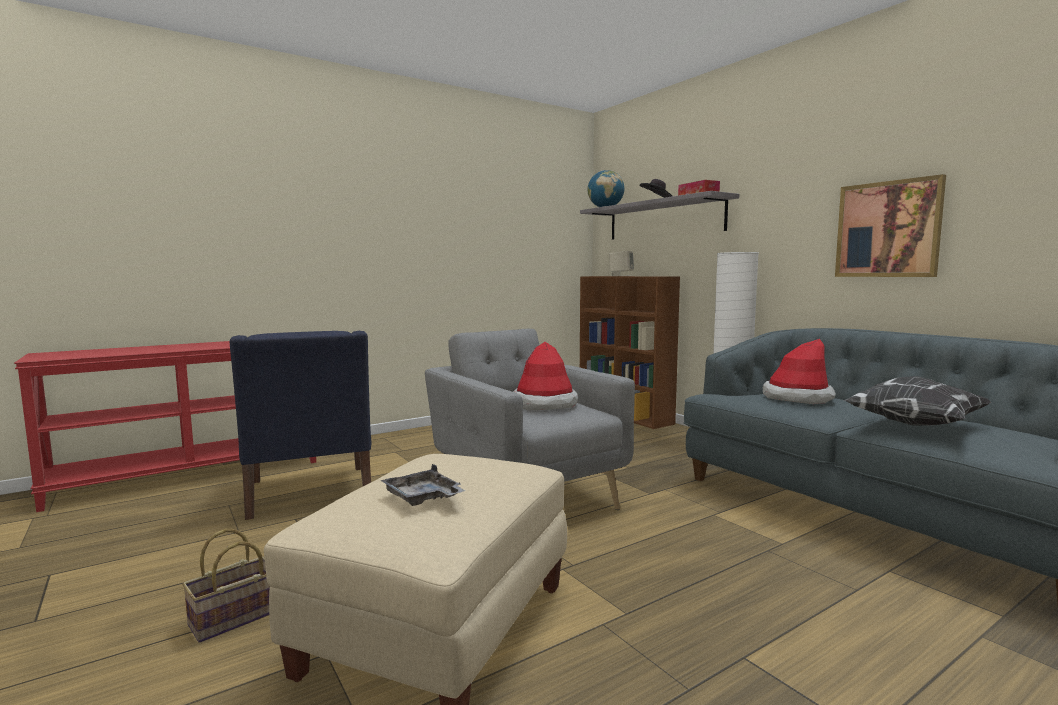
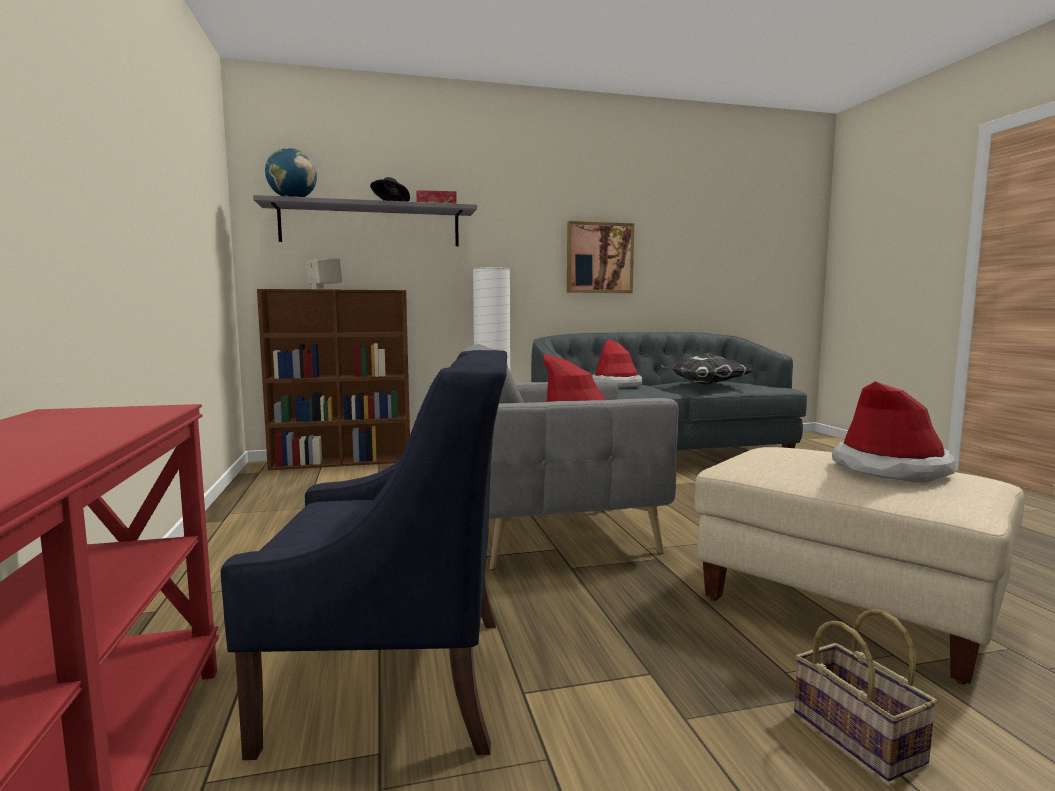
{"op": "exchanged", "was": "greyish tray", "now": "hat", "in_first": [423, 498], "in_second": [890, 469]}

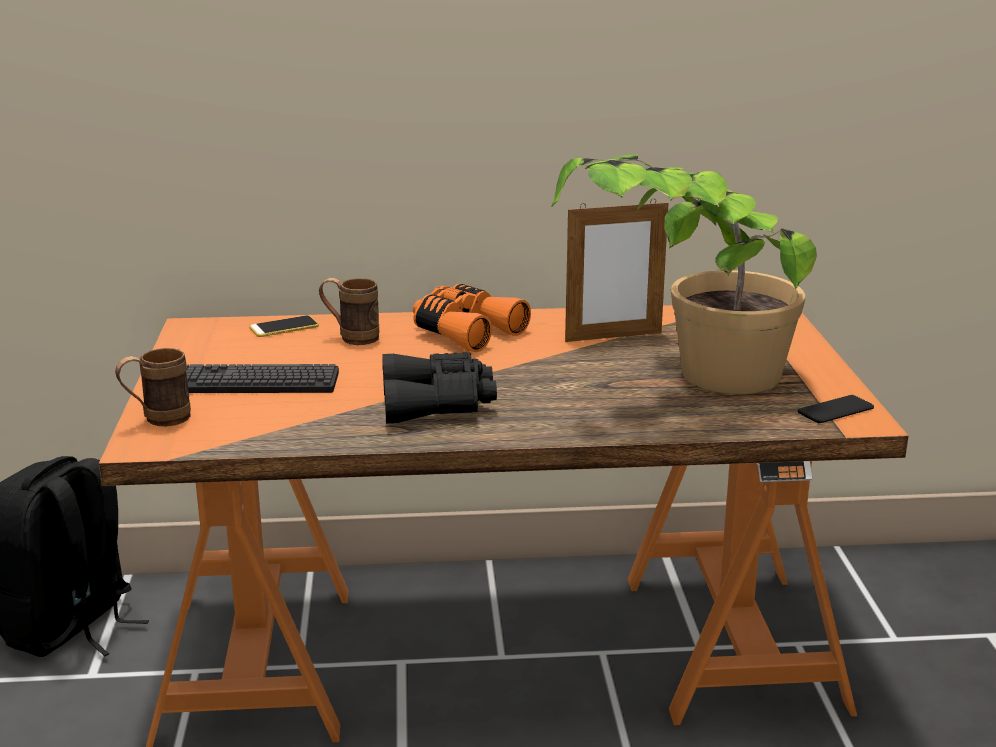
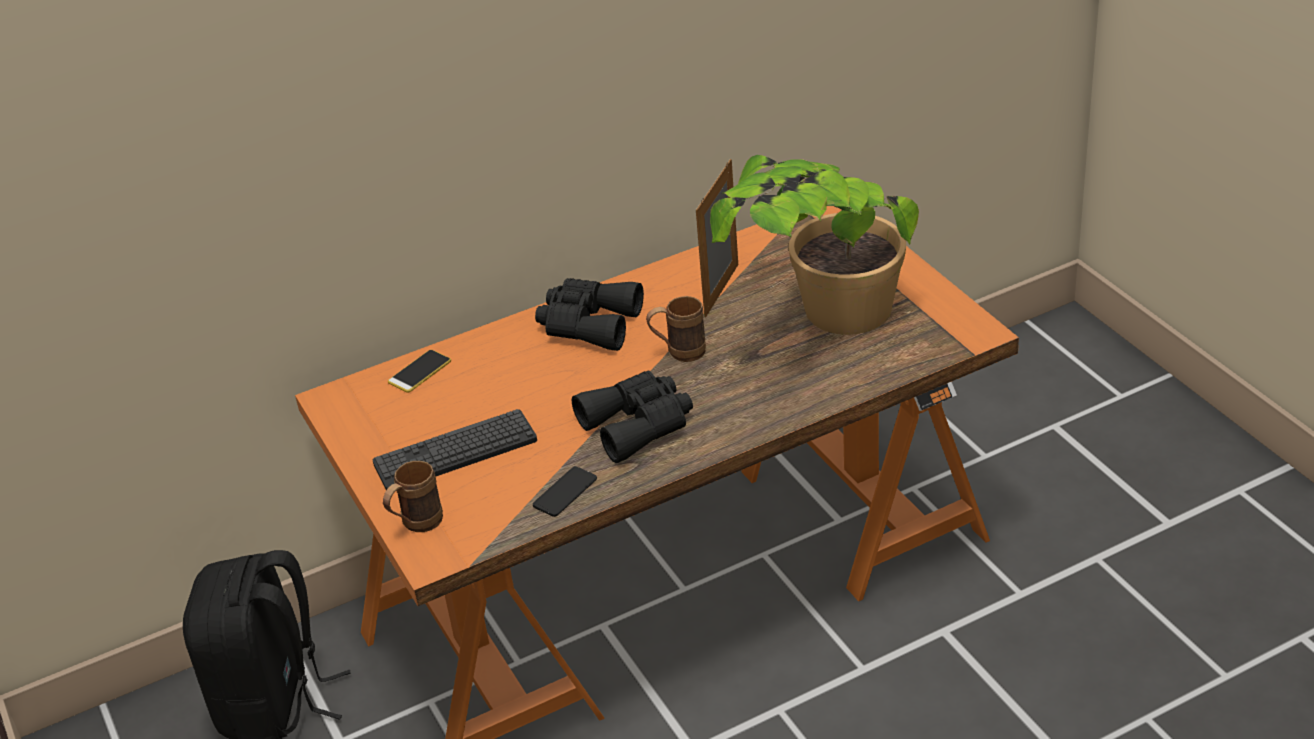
{"op": "relocated", "was": "brown-coloured mug", "in_first": [351, 337], "in_second": [678, 353]}
{"op": "colour", "was": "orange binoculars", "now": "black-coloured binoculars", "in_first": [465, 332], "in_second": [589, 325]}
{"op": "spun", "was": "picture frame", "in_first": [613, 337], "in_second": [721, 290], "clockwise": 150}
{"op": "relocated", "was": "handset", "in_first": [835, 410], "in_second": [565, 492]}

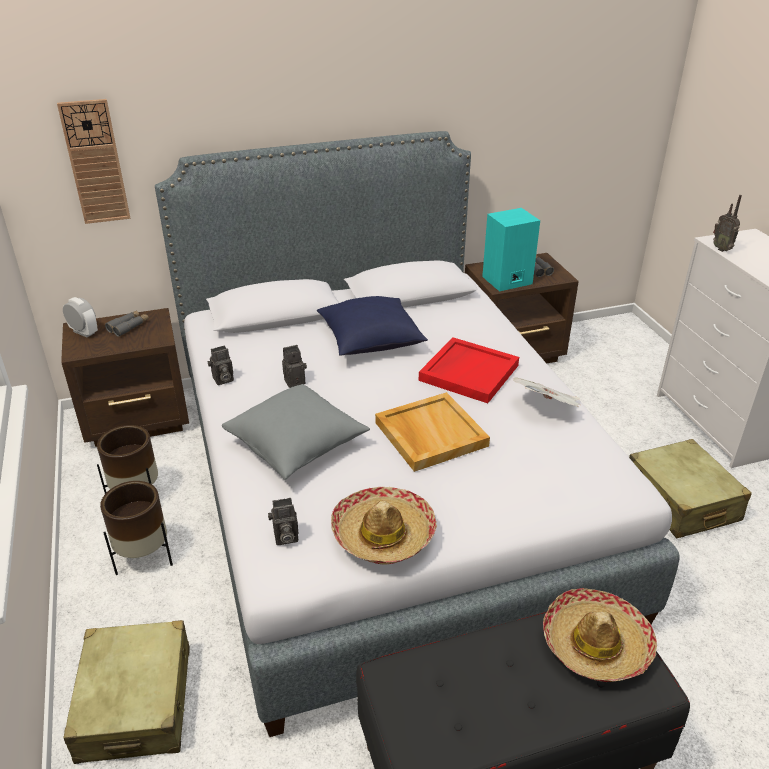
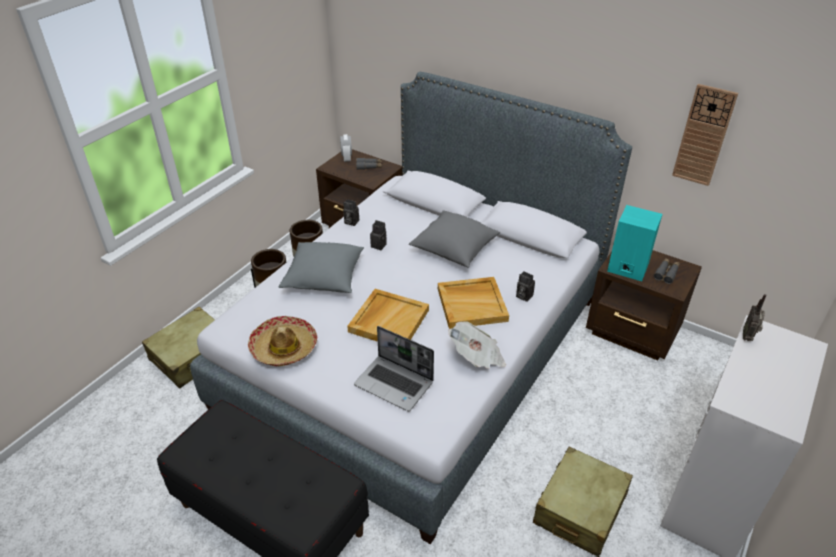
{"op": "relocated", "was": "hanging clock", "in_first": [95, 162], "in_second": [703, 136]}
{"op": "relocated", "was": "photo camera", "in_first": [284, 537], "in_second": [523, 296]}
{"op": "colour", "was": "blue throw pillow", "now": "greyish throw pillow", "in_first": [371, 342], "in_second": [454, 249]}
{"op": "colour", "was": "red tray", "now": "sand-coloured tray", "in_first": [468, 372], "in_second": [472, 304]}
{"op": "missing", "was": "hat", "in_first": [596, 644]}
{"op": "appeared", "now": "laptop", "in_second": [395, 384]}

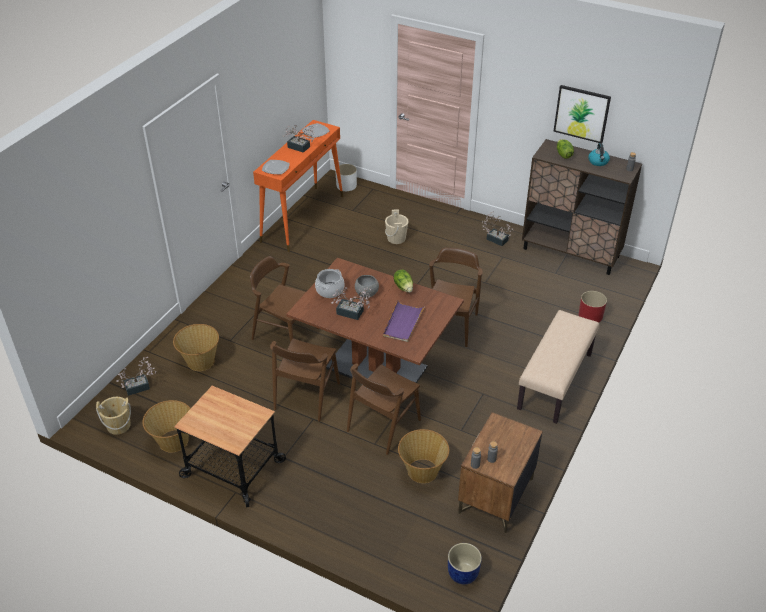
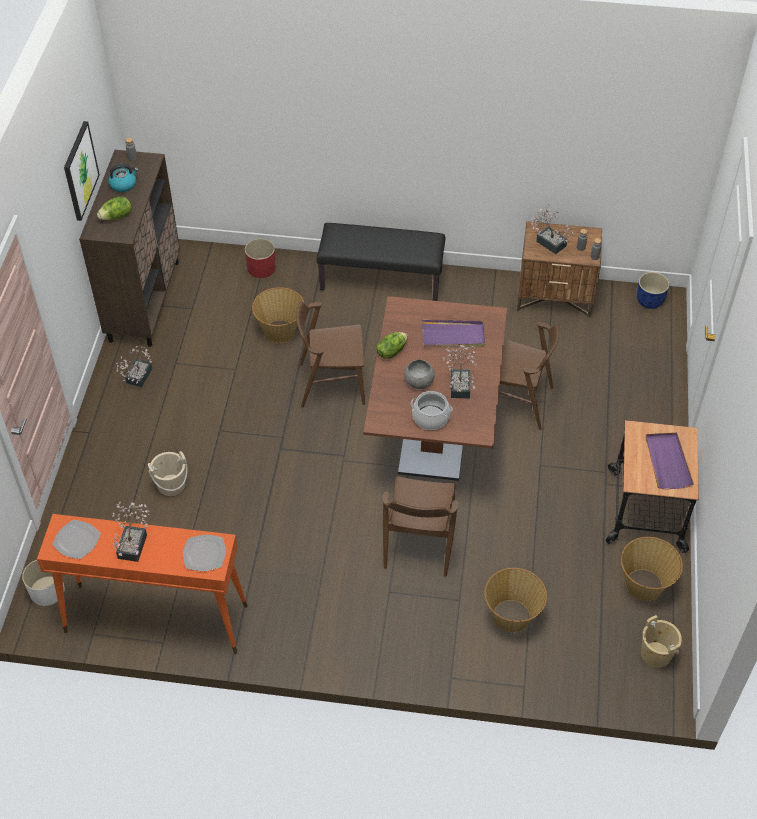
{"op": "relocated", "was": "houseplant", "in_first": [140, 386], "in_second": [548, 241]}
{"op": "missing", "was": "brown-coloured chair", "in_first": [306, 396]}
{"op": "relocated", "was": "basket", "in_first": [422, 471], "in_second": [280, 331]}
{"op": "colour", "was": "sand-coloured bench", "now": "black-coloured bench", "in_first": [555, 382], "in_second": [381, 279]}
{"op": "appeared", "now": "purplish tray", "in_second": [667, 462]}

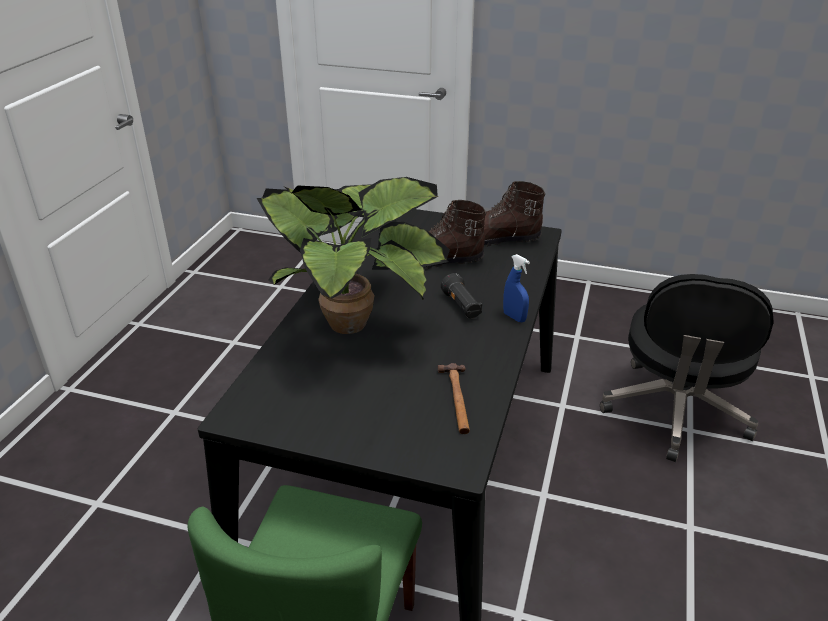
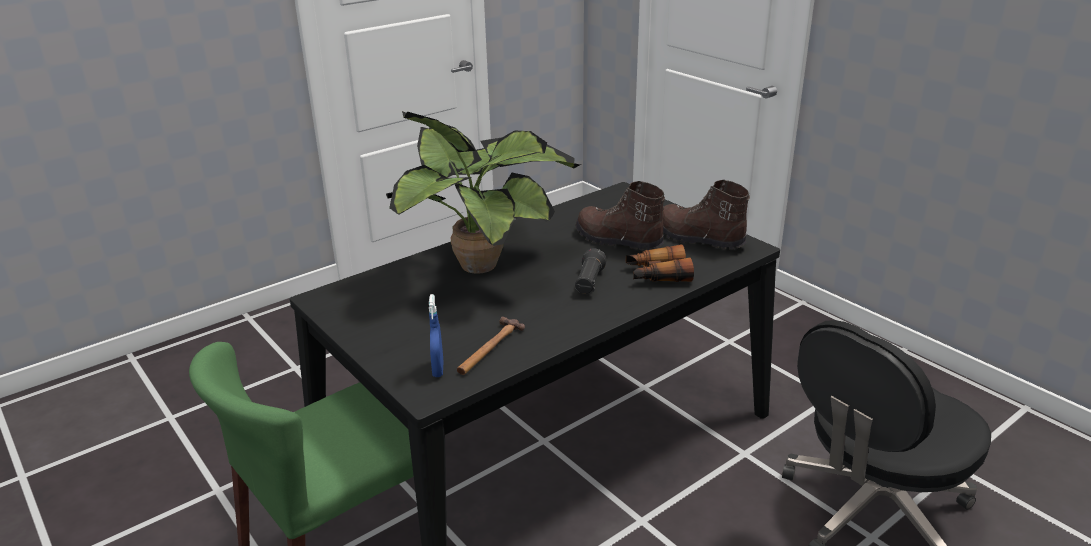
{"op": "relocated", "was": "blue spray bottle", "in_first": [514, 317], "in_second": [438, 369]}
{"op": "appeared", "now": "binoculars", "in_second": [657, 275]}

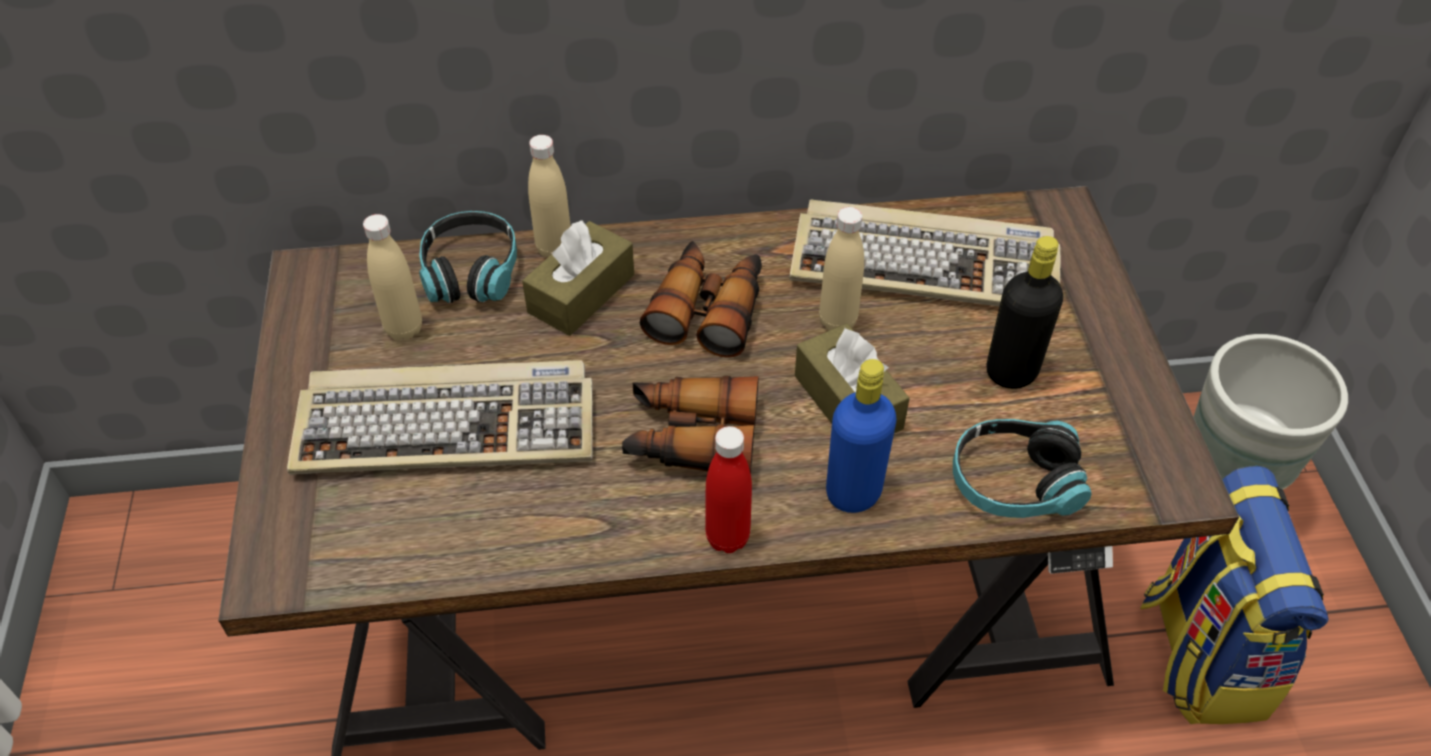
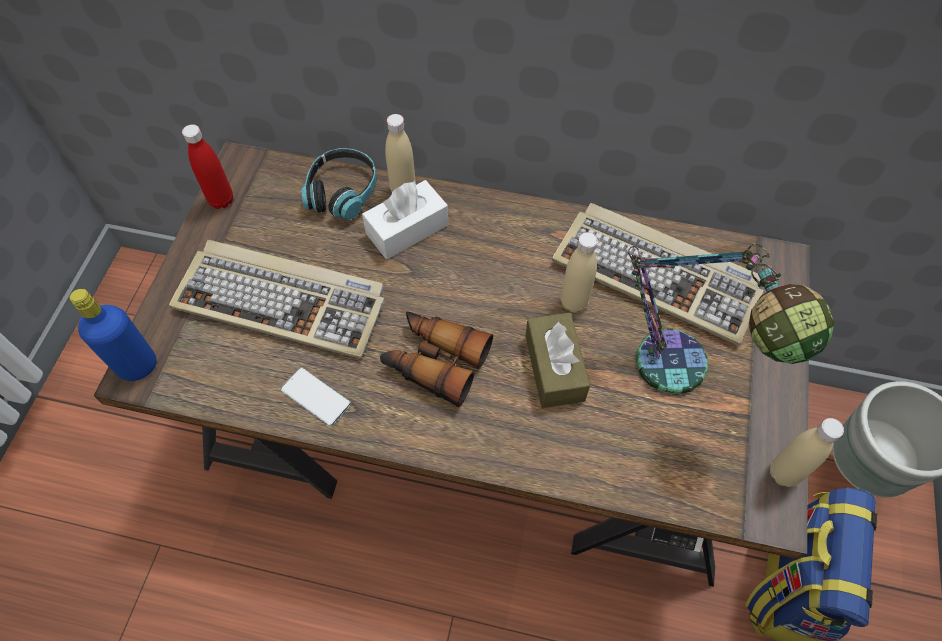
{"op": "relocated", "was": "sand-coloured drink bottle", "in_first": [404, 329], "in_second": [783, 473]}
{"op": "colour", "was": "brown-coloured box of tissues", "now": "white-coloured box of tissues", "in_first": [581, 293], "in_second": [407, 229]}
{"op": "missing", "was": "binoculars", "in_first": [708, 309]}
{"op": "relocated", "was": "red drink bottle", "in_first": [727, 537], "in_second": [221, 200]}
{"op": "relocated", "was": "blue drink bottle", "in_first": [853, 492], "in_second": [137, 366]}
{"op": "missing", "was": "headset", "in_first": [1014, 482]}
{"op": "exchanged", "was": "black-coloured drink bottle", "now": "tabletop lamp", "in_first": [1011, 372], "in_second": [683, 381]}
{"op": "appeared", "now": "handset", "in_second": [316, 396]}

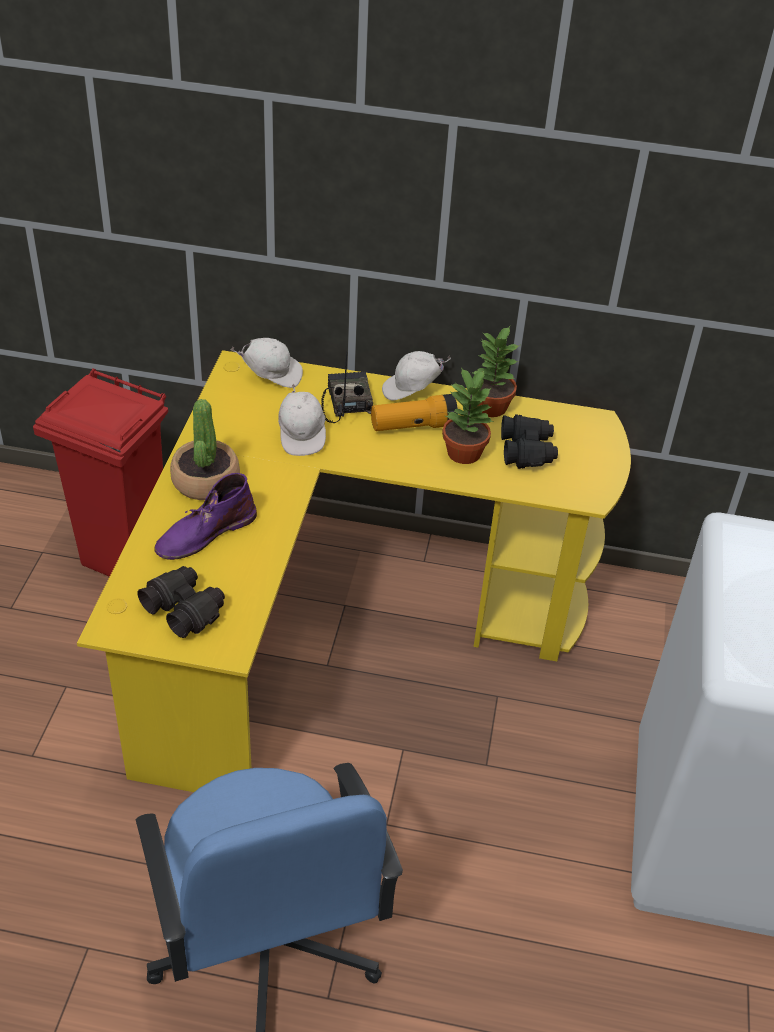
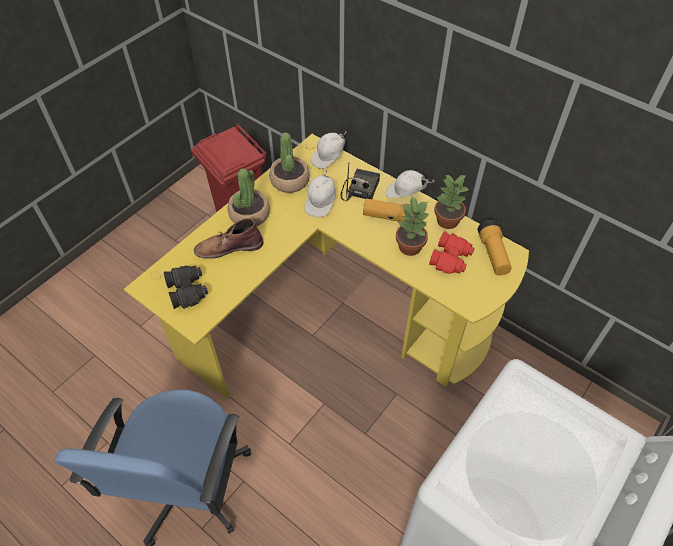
{"op": "colour", "was": "purplish tall boot", "now": "brown-coloured tall boot", "in_first": [205, 533], "in_second": [228, 247]}
{"op": "spun", "was": "white-coloured baseball cap", "in_first": [271, 375], "in_second": [329, 158], "clockwise": 105}
{"op": "colour", "was": "black-coloured binoculars", "now": "red binoculars", "in_first": [527, 451], "in_second": [451, 259]}
{"op": "appeared", "now": "houseplant", "in_second": [290, 180]}
{"op": "appeared", "now": "torch", "in_second": [493, 254]}

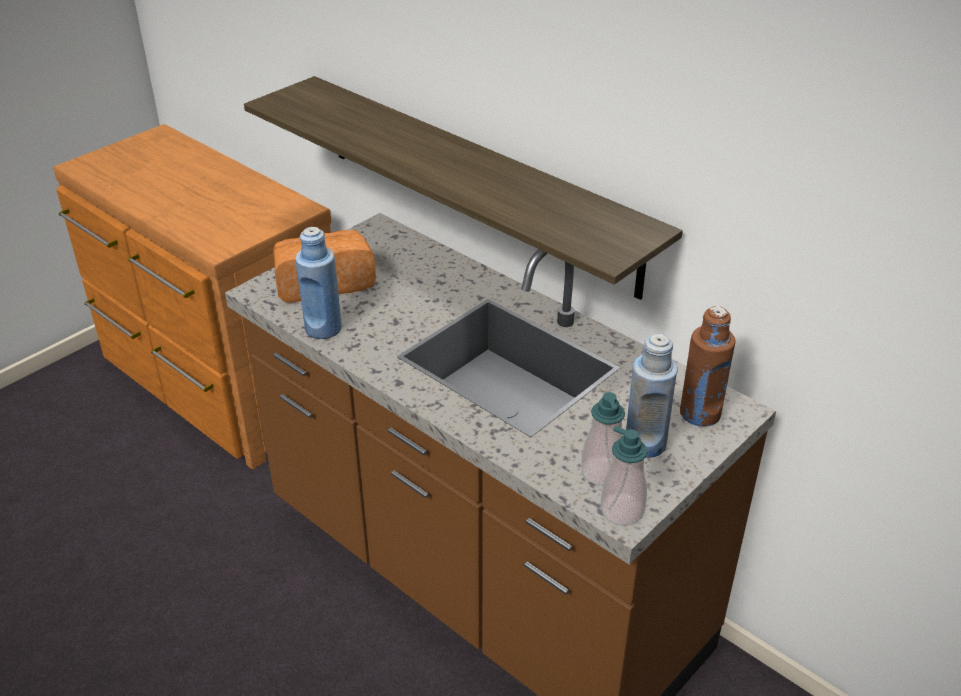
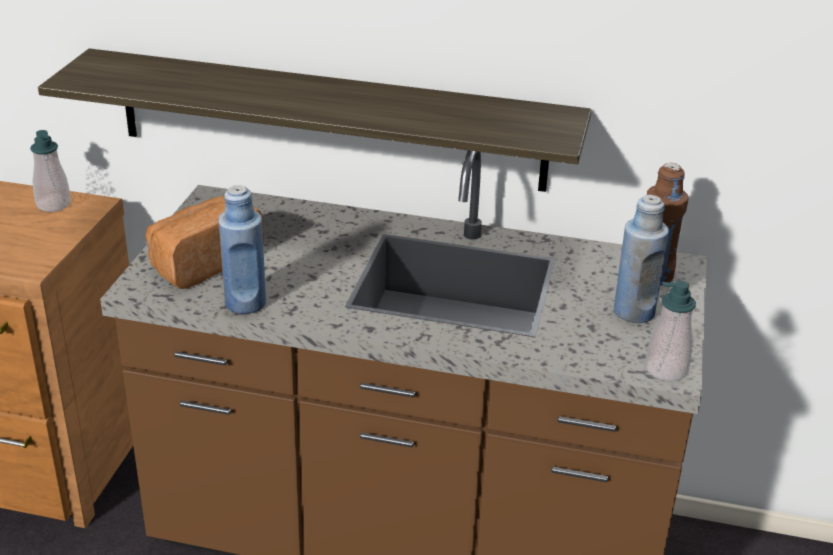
{"op": "relocated", "was": "soap bottle", "in_first": [602, 472], "in_second": [53, 204]}

